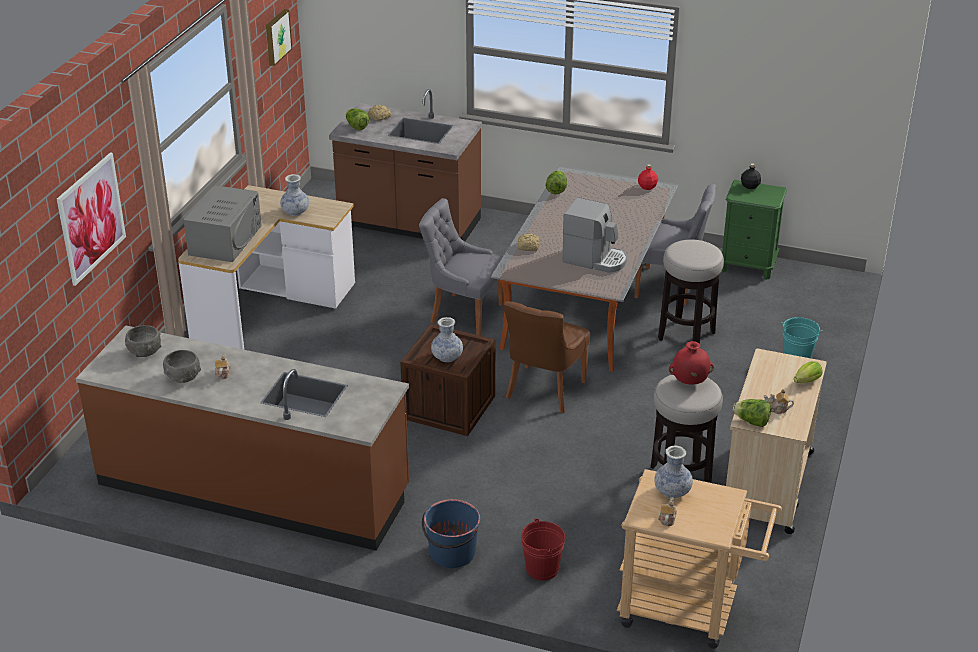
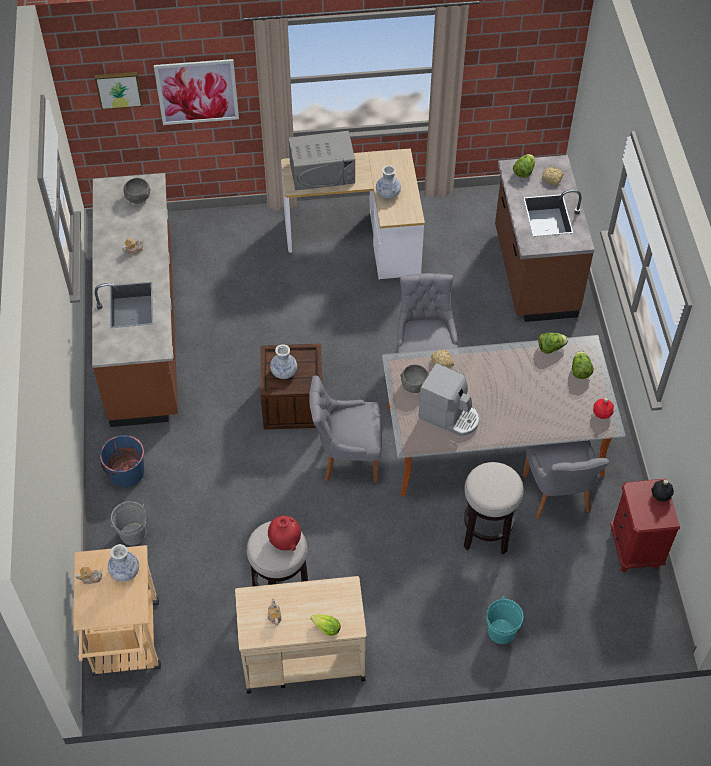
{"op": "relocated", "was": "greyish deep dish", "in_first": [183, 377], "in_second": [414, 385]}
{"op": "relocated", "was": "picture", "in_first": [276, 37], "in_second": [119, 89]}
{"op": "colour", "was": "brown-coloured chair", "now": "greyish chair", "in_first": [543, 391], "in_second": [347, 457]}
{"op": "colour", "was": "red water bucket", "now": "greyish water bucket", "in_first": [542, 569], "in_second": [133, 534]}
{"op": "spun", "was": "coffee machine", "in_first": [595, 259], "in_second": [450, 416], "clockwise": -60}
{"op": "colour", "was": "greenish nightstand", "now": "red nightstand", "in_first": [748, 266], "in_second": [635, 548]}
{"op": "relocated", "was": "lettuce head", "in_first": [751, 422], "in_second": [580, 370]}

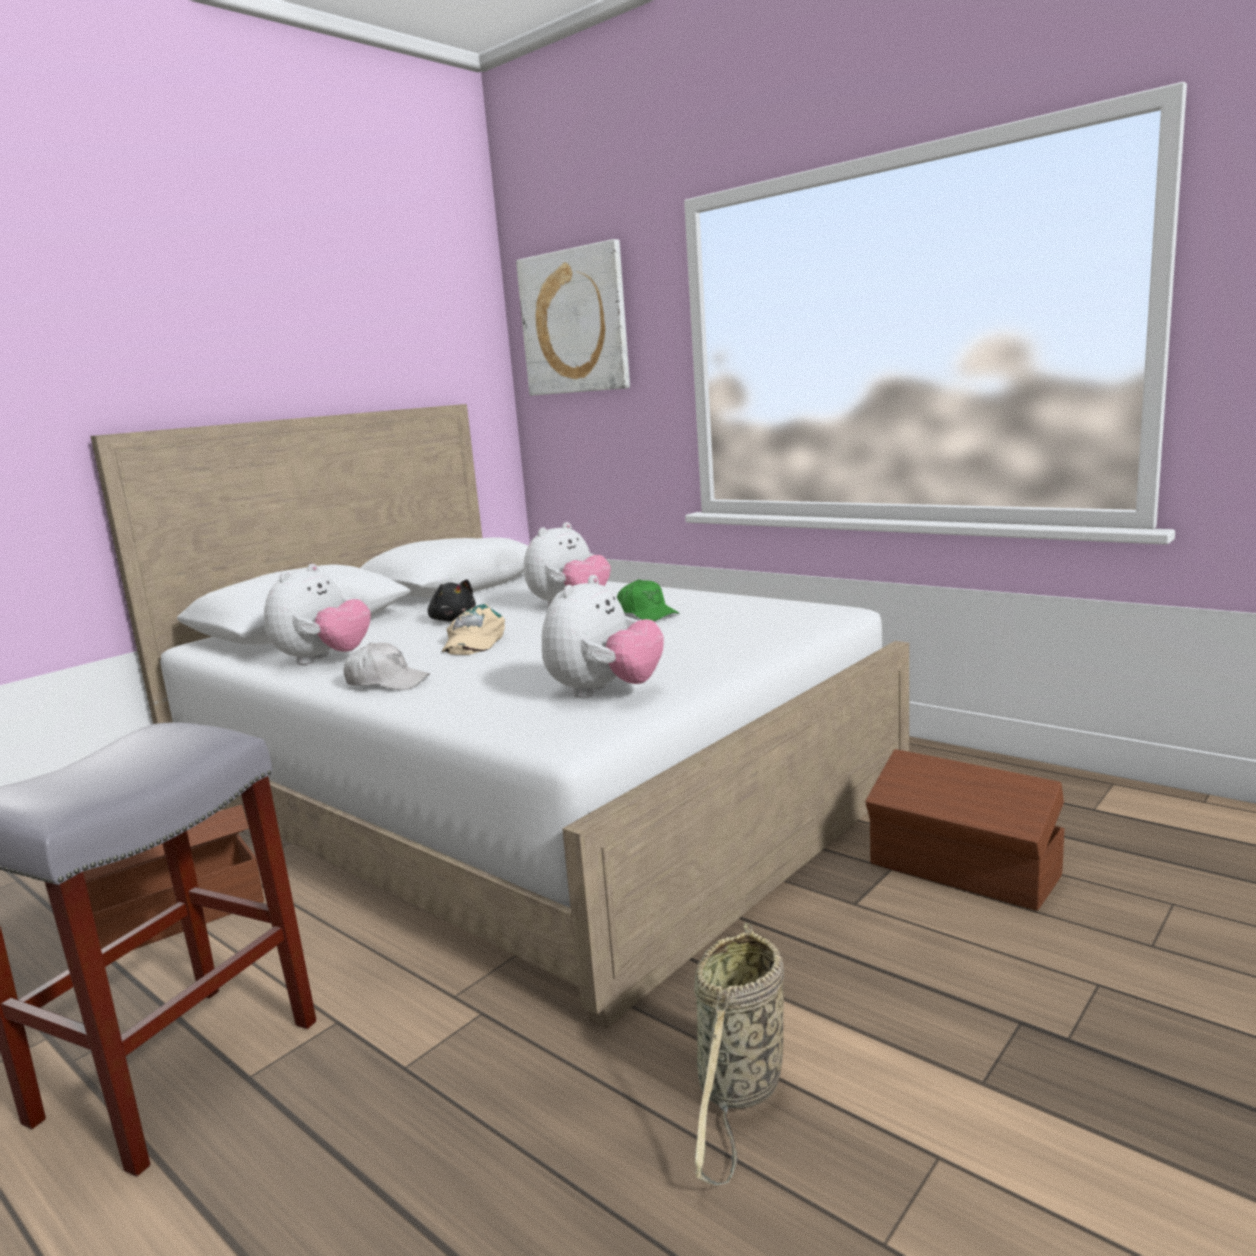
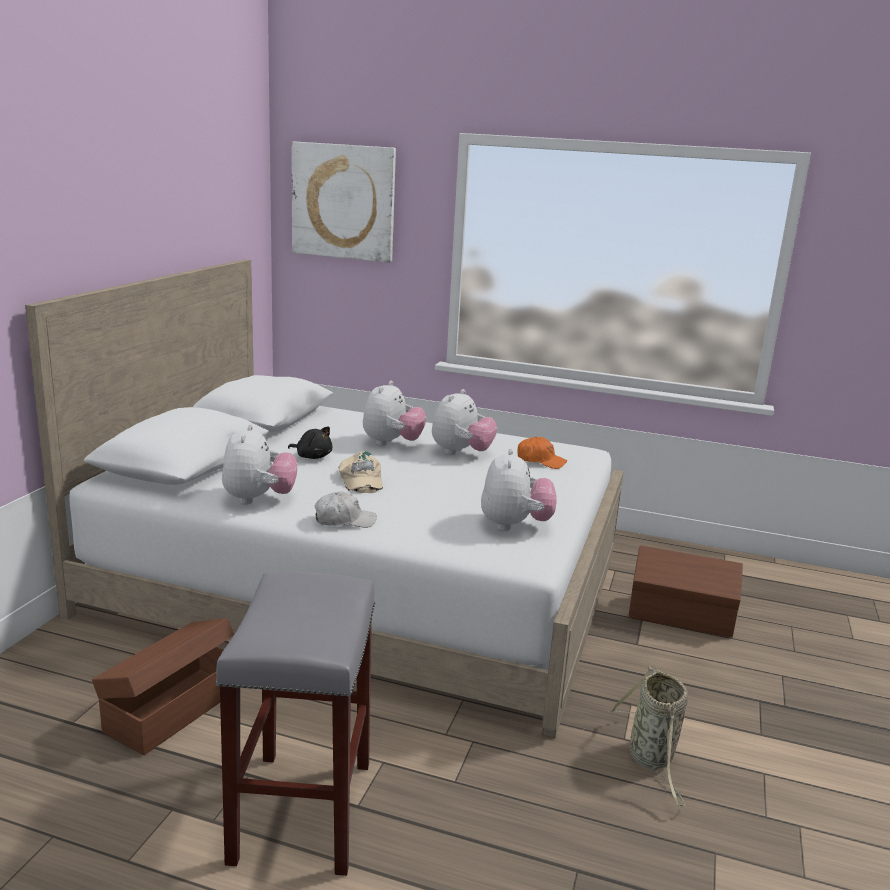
{"op": "exchanged", "was": "greenish baseball cap", "now": "cuddly toy", "in_first": [647, 614], "in_second": [461, 453]}
{"op": "appeared", "now": "orange baseball cap", "in_second": [540, 461]}

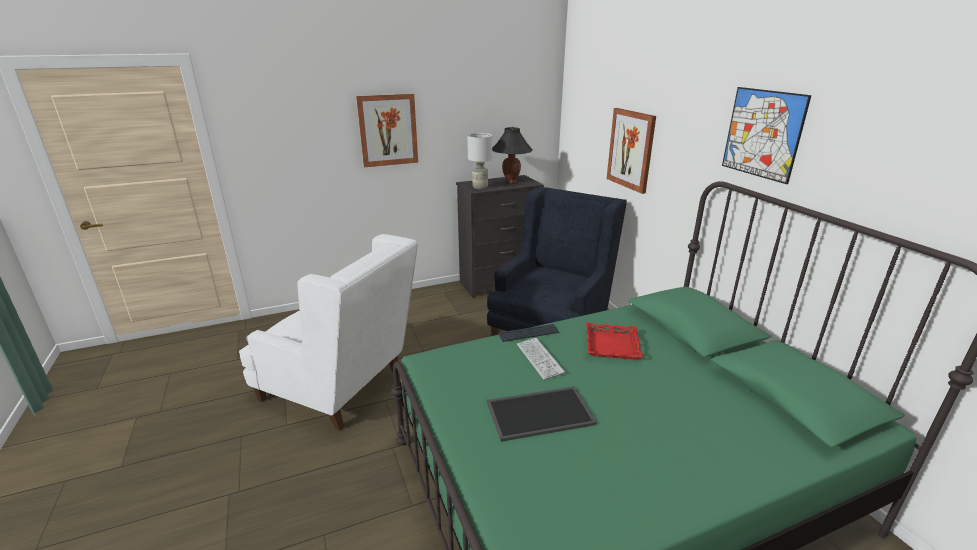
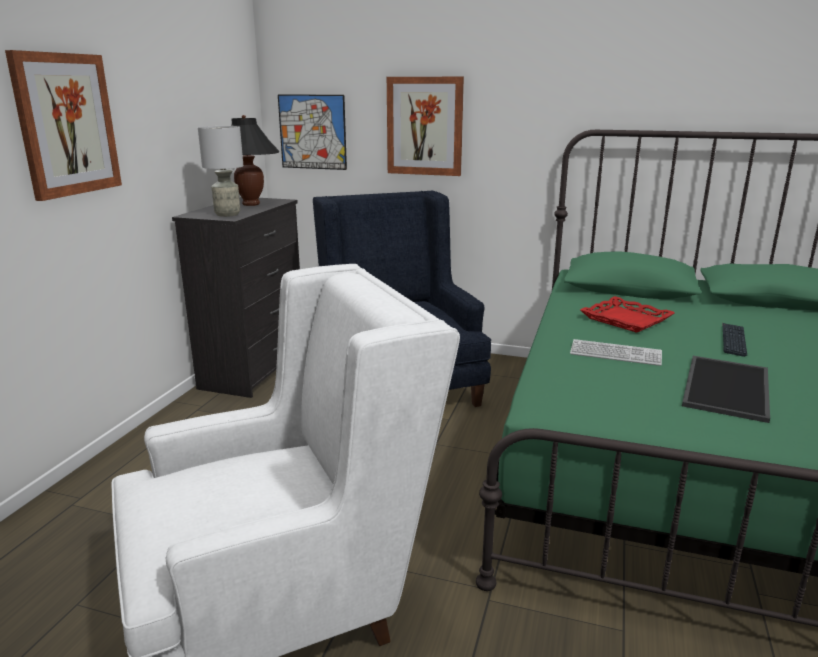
{"op": "relocated", "was": "PC keyboard", "in_first": [528, 334], "in_second": [733, 340]}
{"op": "relocated", "was": "picture", "in_first": [762, 134], "in_second": [312, 132]}

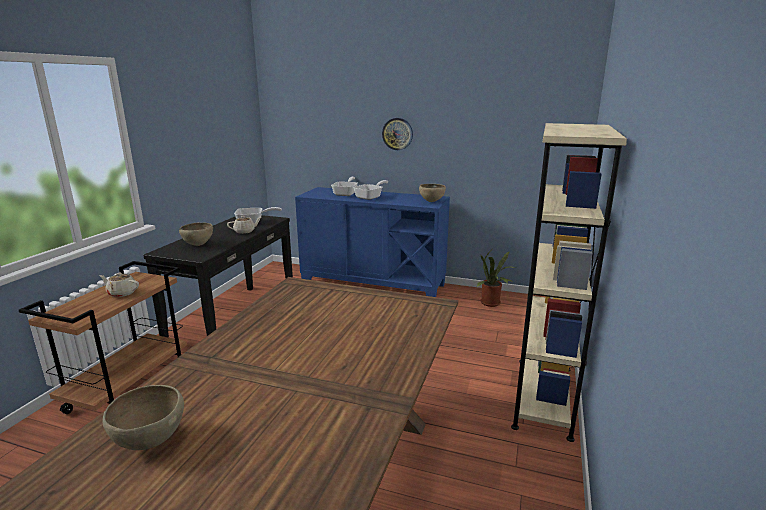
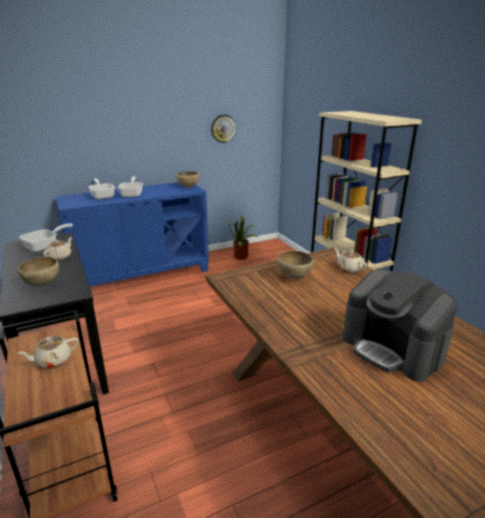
{"op": "relocated", "was": "brown-coloured deep dish", "in_first": [150, 441], "in_second": [293, 278]}
{"op": "relocated", "was": "hanging clock", "in_first": [397, 134], "in_second": [223, 128]}
{"op": "appeared", "now": "sand-coloured teapot", "in_second": [348, 268]}
{"op": "appeared", "now": "coffee machine", "in_second": [392, 348]}

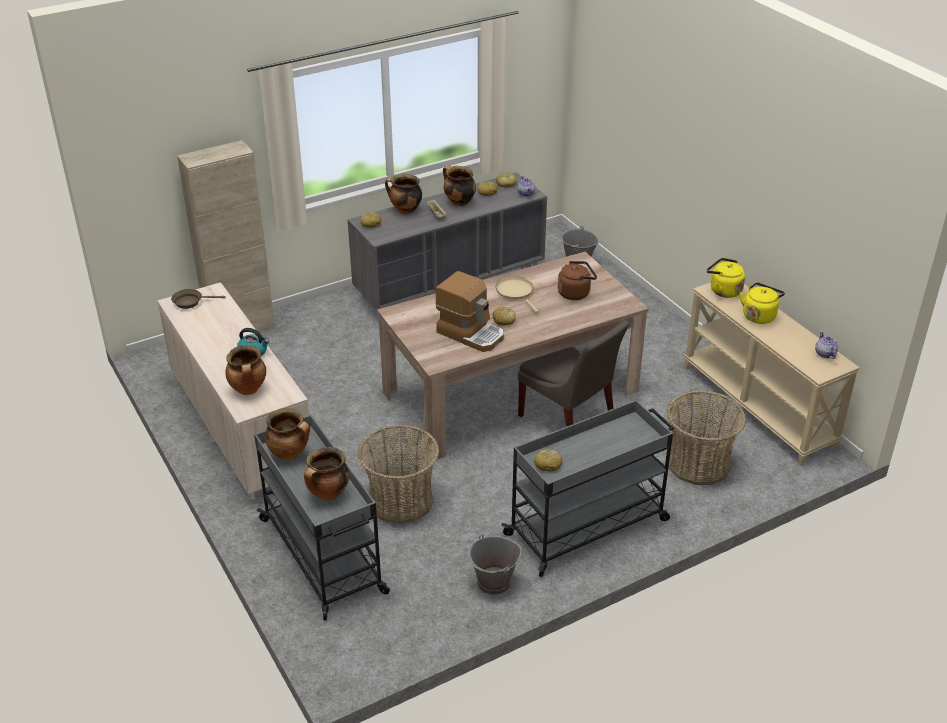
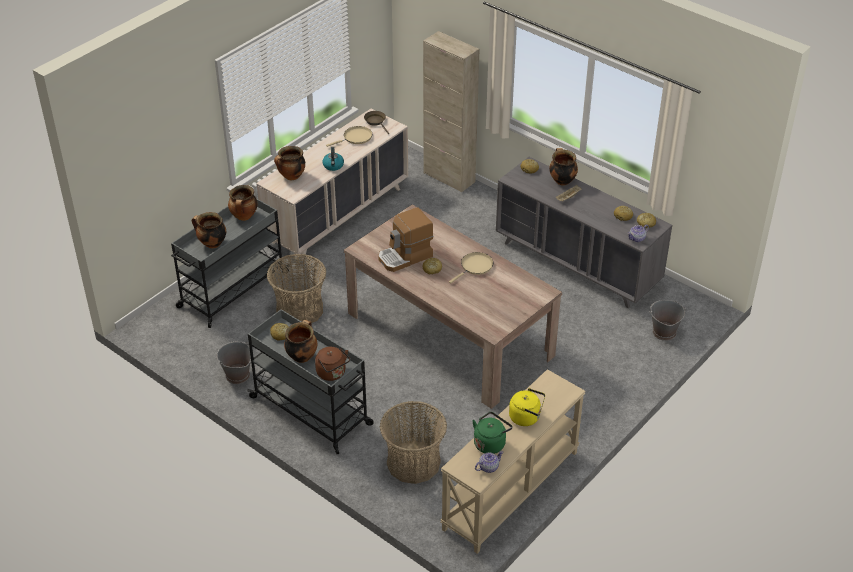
{"op": "spun", "was": "coffee machine", "in_first": [471, 333], "in_second": [405, 257], "clockwise": 45}
{"op": "relocated", "was": "stockpot", "in_first": [458, 202], "in_second": [302, 356]}
{"op": "missing", "was": "greyish chair", "in_first": [569, 419]}
{"op": "relocated", "was": "brown-coloured tea kettle", "in_first": [575, 293], "in_second": [332, 373]}
{"op": "missing", "was": "yellow tea kettle", "in_first": [723, 290]}
{"op": "appeared", "now": "sand-coloured skillet", "in_second": [355, 138]}
{"op": "appeared", "now": "greenish tea kettle", "in_second": [490, 443]}

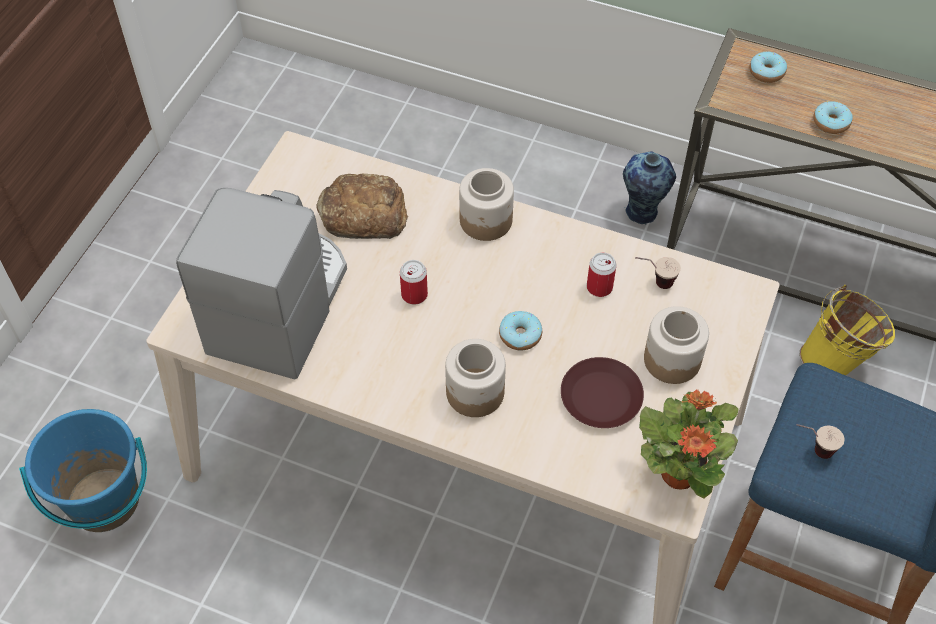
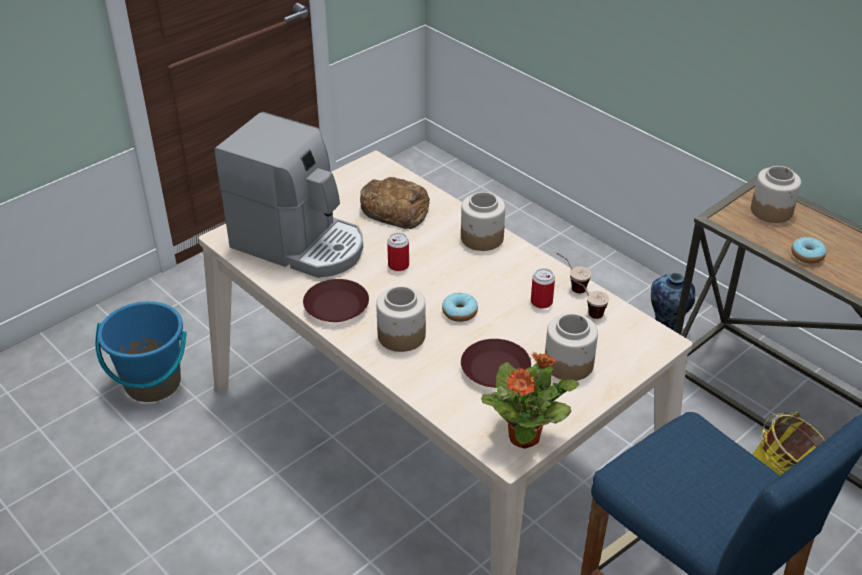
{"op": "spun", "was": "coffee machine", "in_first": [280, 306], "in_second": [300, 244], "clockwise": 75}
{"op": "exchanged", "was": "ring doughnut", "now": "jar", "in_first": [766, 72], "in_second": [771, 210]}
{"op": "relocated", "was": "small cup", "in_first": [812, 450], "in_second": [570, 286]}
{"op": "appeared", "now": "brown-coloured dinner plate", "in_second": [336, 307]}

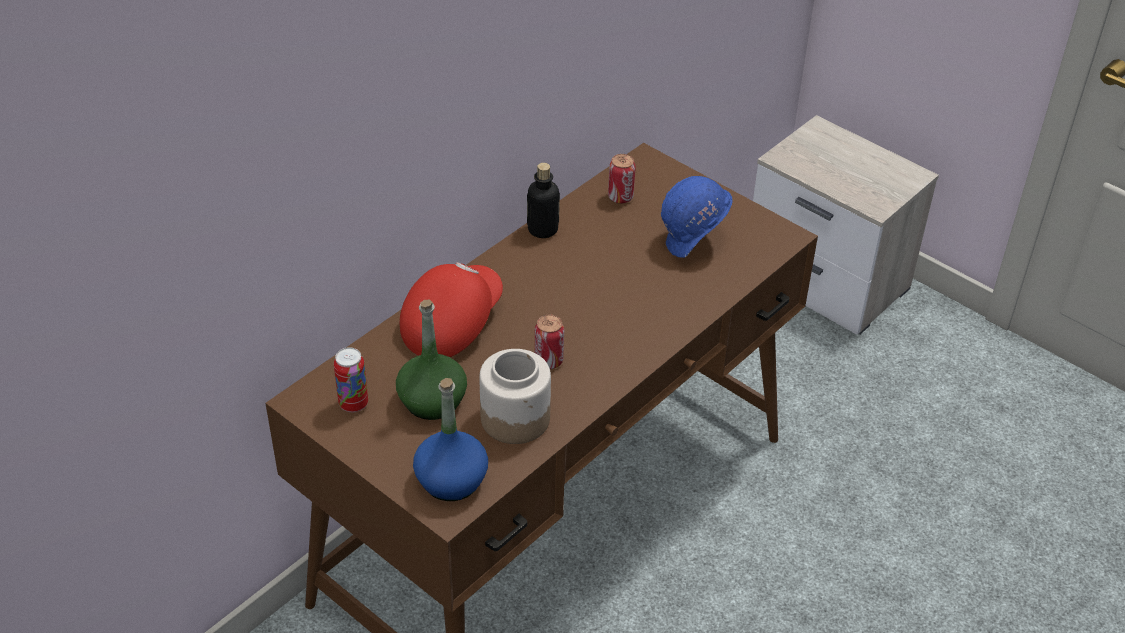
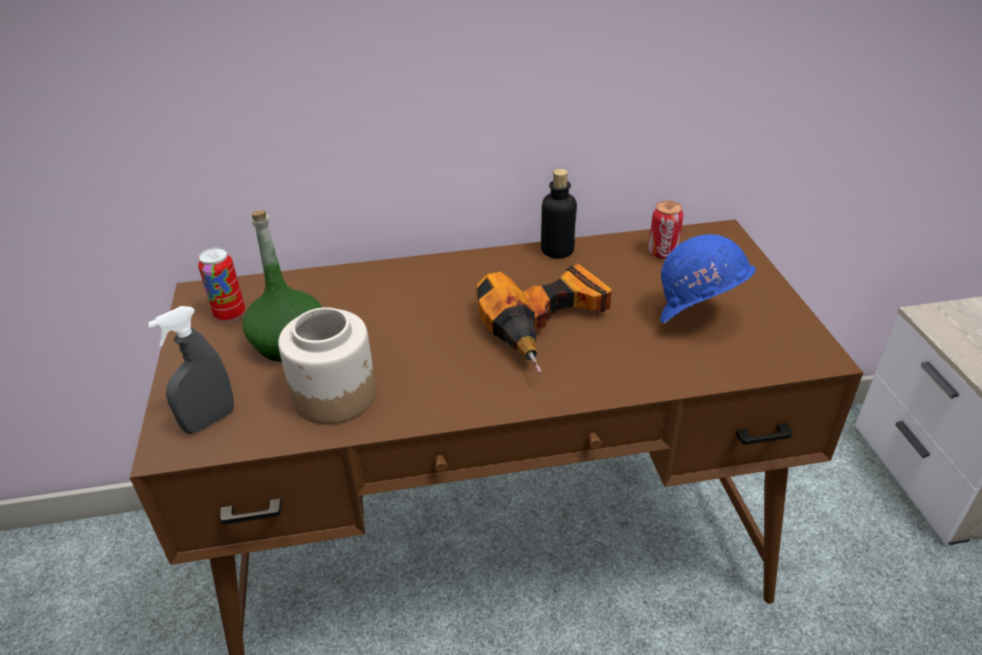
{"op": "missing", "was": "red baseball cap", "in_first": [451, 324]}
{"op": "exchanged", "was": "blue drink bottle", "now": "greyish spray bottle", "in_first": [451, 481], "in_second": [209, 421]}
{"op": "missing", "was": "metal can", "in_first": [548, 361]}
{"op": "appeared", "now": "drill", "in_second": [549, 326]}

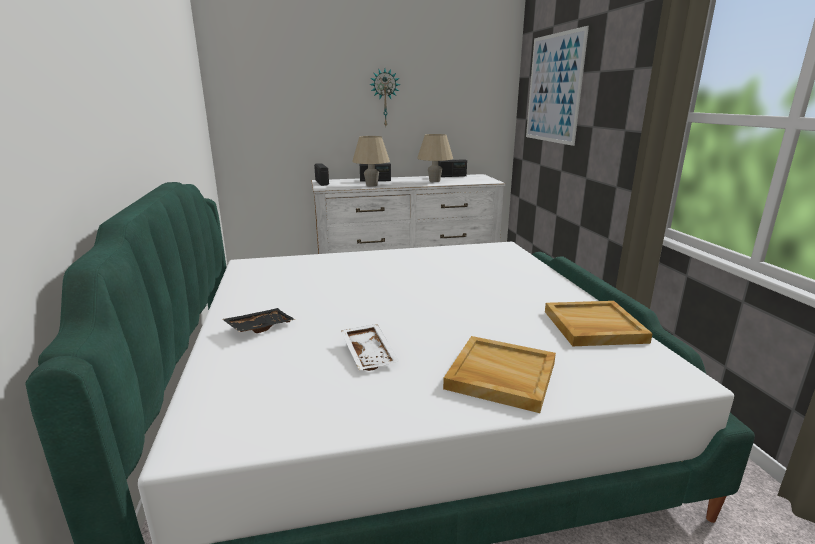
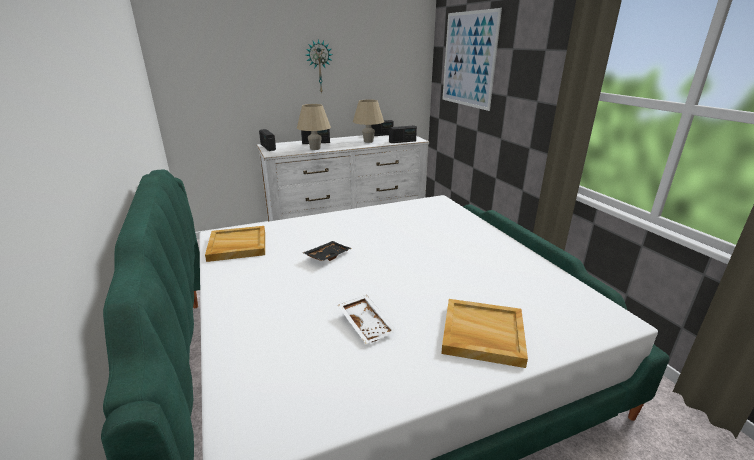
{"op": "relocated", "was": "black-coloured tray", "in_first": [259, 327], "in_second": [327, 256]}
{"op": "relocated", "was": "sand-coloured tray", "in_first": [593, 327], "in_second": [237, 246]}
{"op": "appeared", "now": "radio receiver", "in_second": [402, 141]}

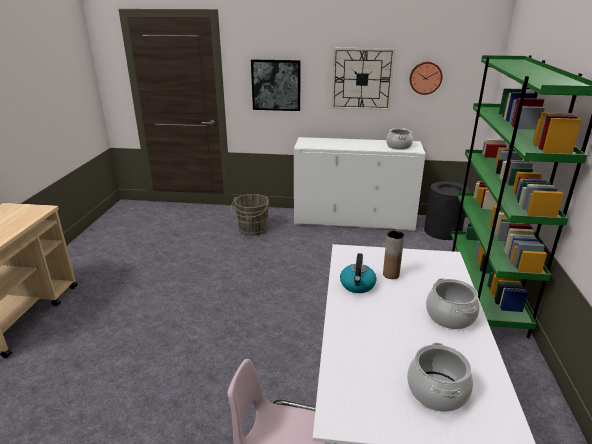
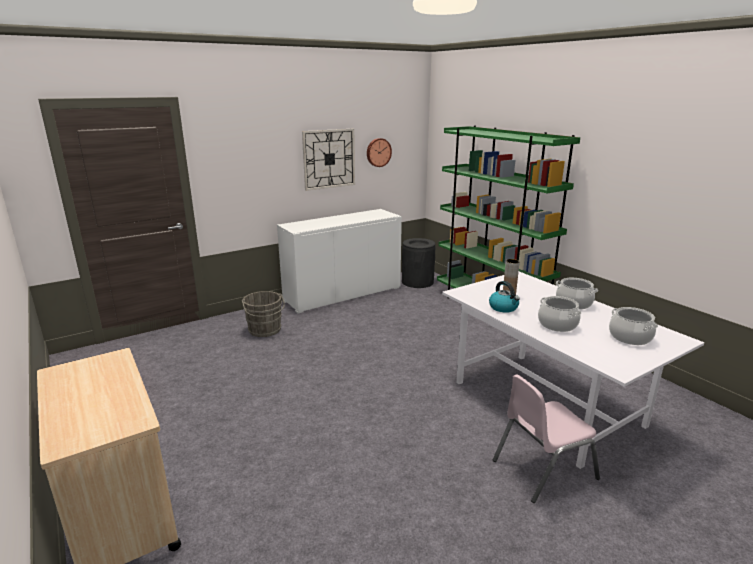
{"op": "missing", "was": "picture", "in_first": [276, 85]}
{"op": "relocated", "was": "stockpot", "in_first": [399, 146], "in_second": [557, 324]}

